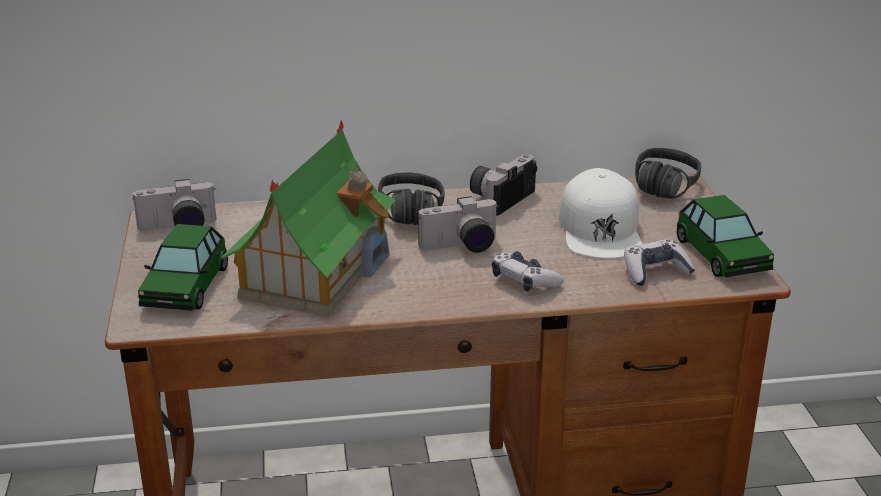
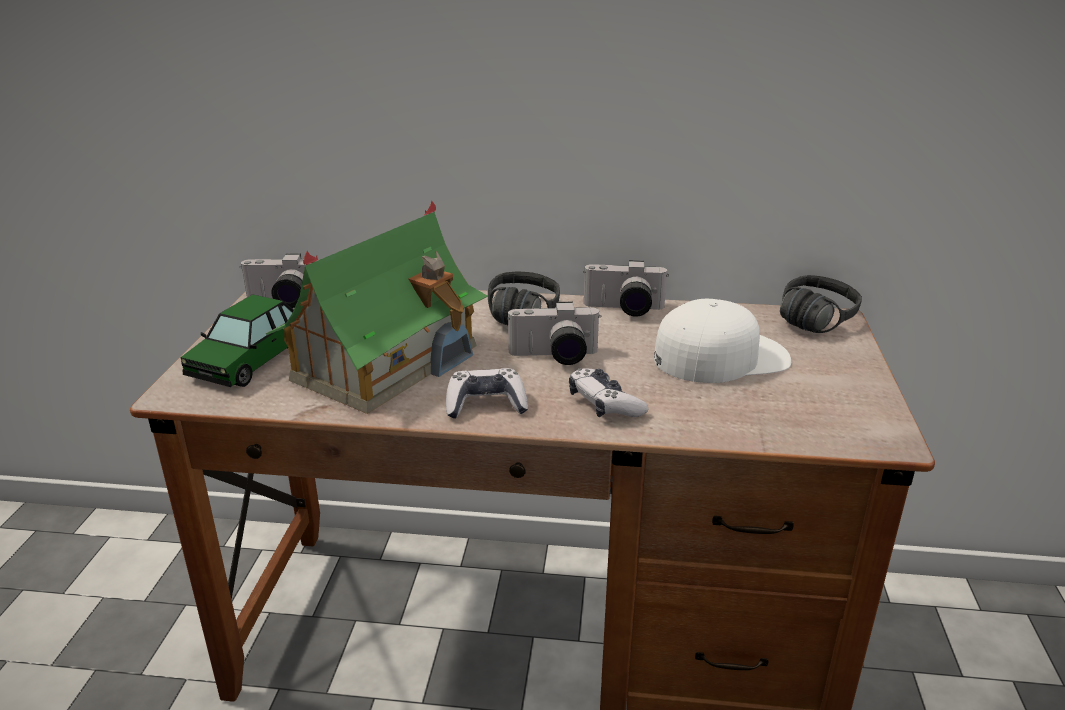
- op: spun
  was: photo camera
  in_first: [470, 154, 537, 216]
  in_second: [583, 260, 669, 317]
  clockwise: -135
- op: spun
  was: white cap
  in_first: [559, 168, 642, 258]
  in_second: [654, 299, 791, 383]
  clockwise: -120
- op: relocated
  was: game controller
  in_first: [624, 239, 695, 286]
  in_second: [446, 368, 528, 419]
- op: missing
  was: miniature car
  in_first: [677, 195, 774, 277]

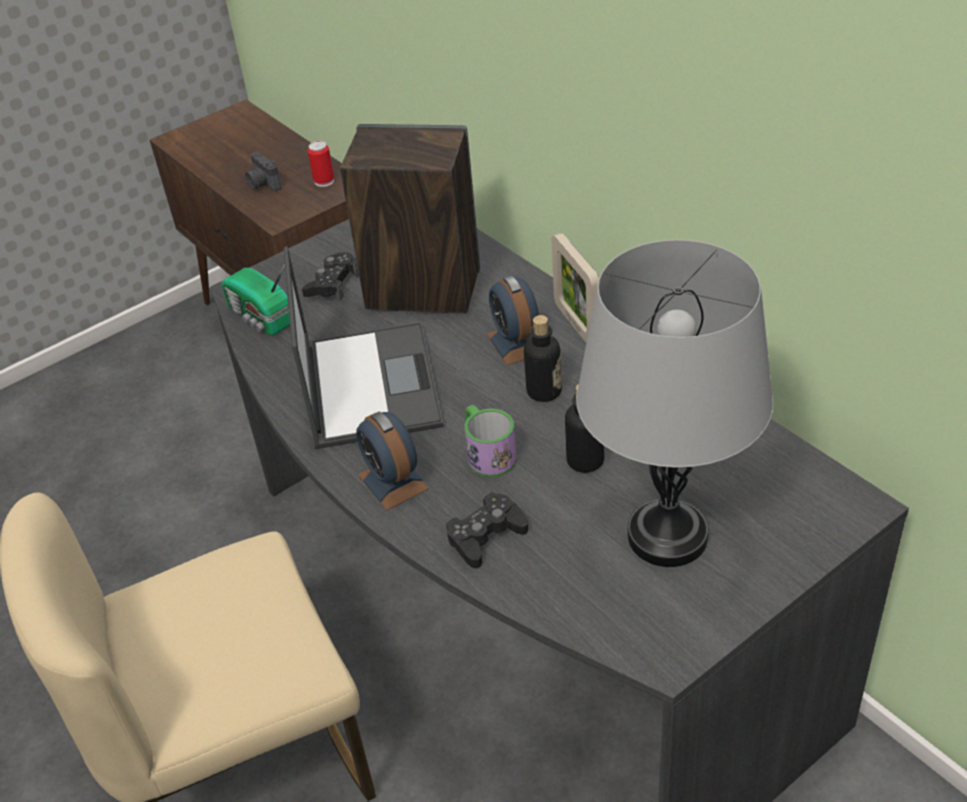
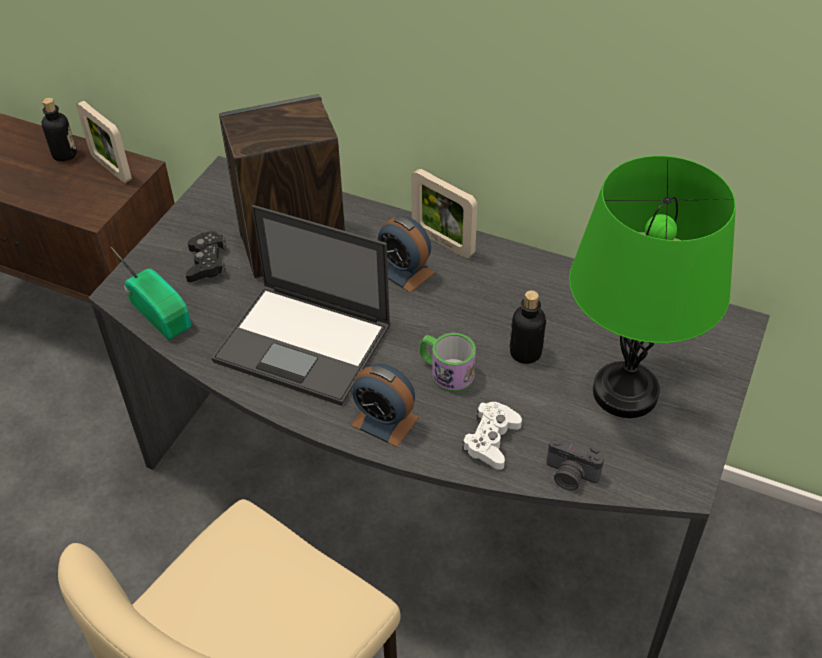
- op: spun
  was: radio receiver
  in_first: [222, 264, 290, 336]
  in_second: [110, 246, 191, 340]
  clockwise: -150
- op: relocated
  was: photo camera
  in_first: [245, 152, 281, 191]
  in_second: [546, 437, 604, 490]
- op: spun
  was: notebook computer
  in_first: [284, 246, 444, 449]
  in_second: [212, 205, 391, 406]
  clockwise: 150
- op: exchanged
  was: can
  now: photo frame
  in_first: [308, 141, 334, 187]
  in_second: [76, 101, 132, 183]
- op: colour
  was: blackish game controller
  now: white game controller
  in_first: [446, 492, 528, 568]
  in_second: [462, 402, 522, 470]
- op: relocated
  was: drink bottle
  in_first: [524, 315, 562, 402]
  in_second: [41, 98, 77, 162]
- op: colour
  was: greyish tabletop lamp
  now: green tabletop lamp
  in_first: [576, 240, 773, 567]
  in_second: [569, 156, 736, 418]

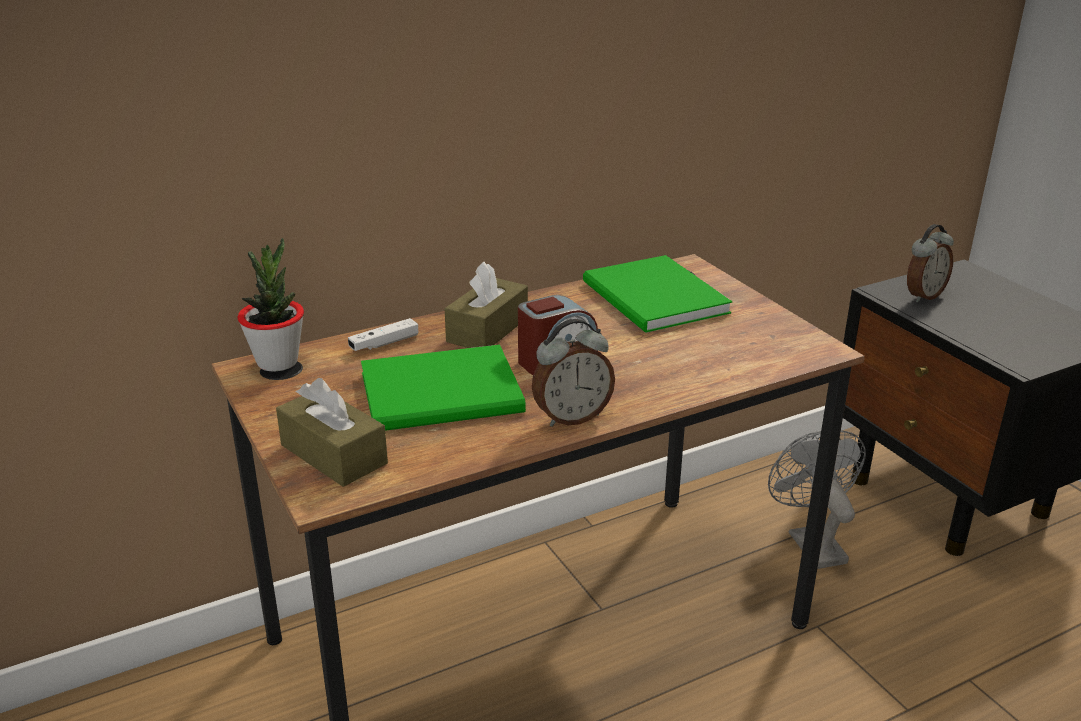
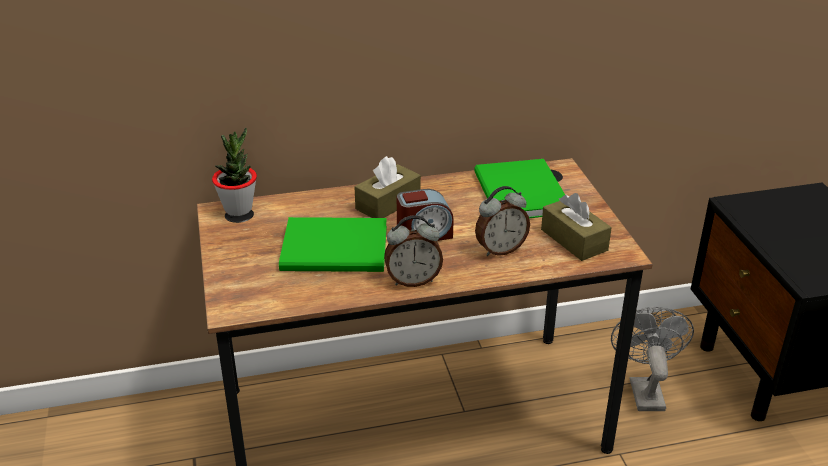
- op: relocated
  was: brownish box of tissues
  in_first: [276, 378, 388, 487]
  in_second: [541, 193, 612, 261]
- op: missing
  was: white game controller
  in_first: [348, 318, 418, 351]
- op: relocated
  was: table clock
  in_first: [907, 224, 954, 302]
  in_second: [475, 186, 530, 256]

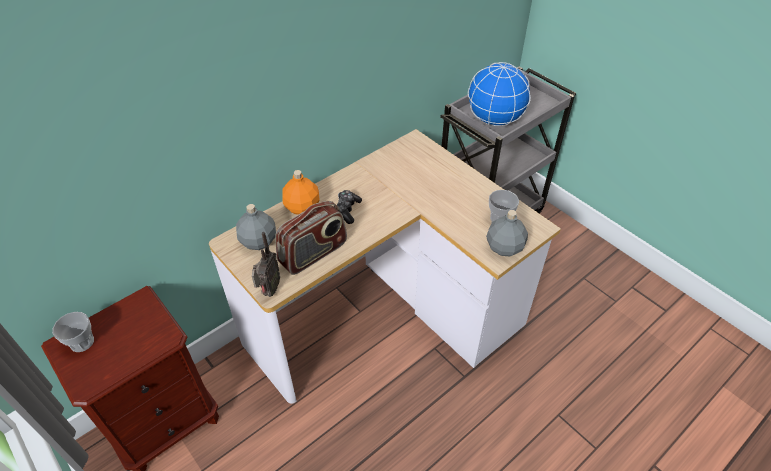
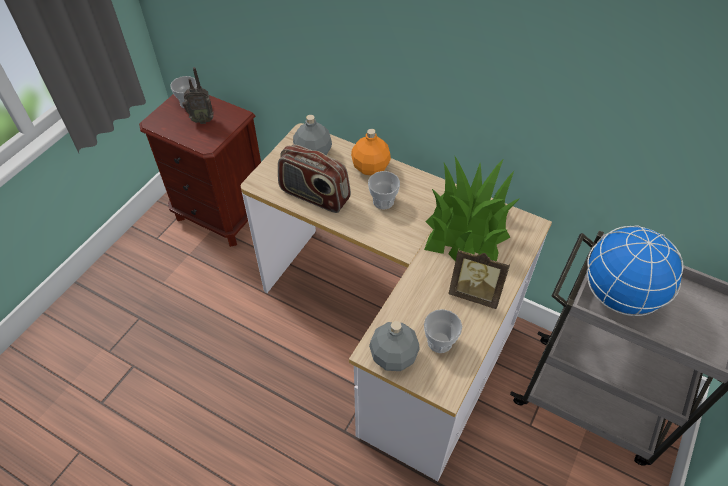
- op: relocated
  was: radio receiver
  in_first: [252, 232, 280, 297]
  in_second: [182, 67, 214, 124]
- op: exchanged
  was: game controller
  now: drinking cup
  in_first: [333, 190, 362, 224]
  in_second: [368, 171, 400, 209]
- op: appeared
  now: houseplant
  in_second: [424, 157, 520, 262]
- op: appeared
  now: photo frame
  in_second: [448, 249, 510, 309]

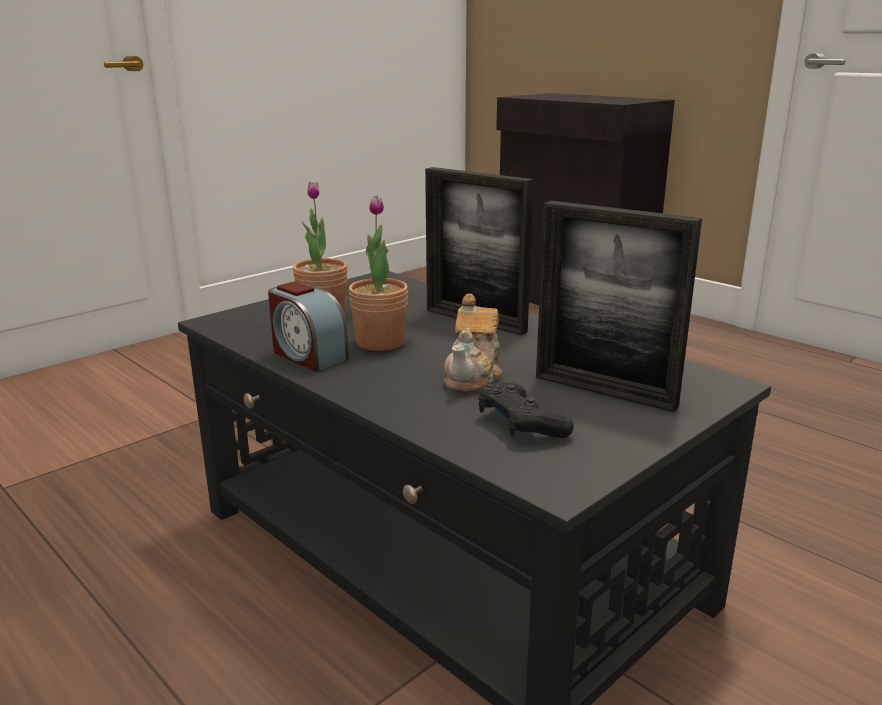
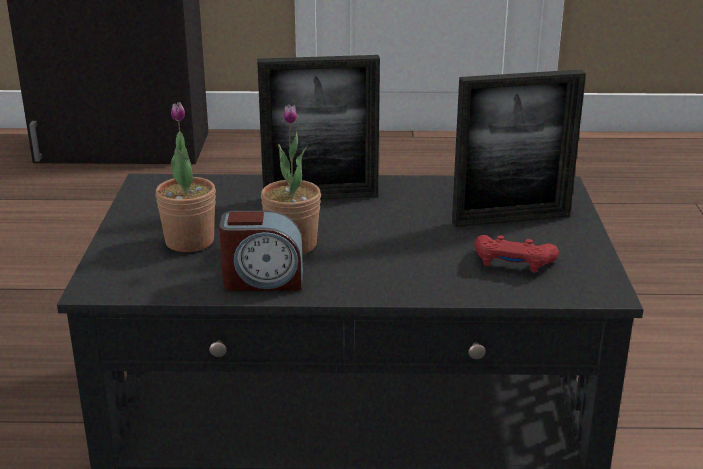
- op: missing
  was: pot for tea
  in_first: [444, 294, 502, 392]
- op: colour
  was: blackish game controller
  now: red-coloured game controller
  in_first: [478, 382, 574, 438]
  in_second: [474, 235, 559, 273]

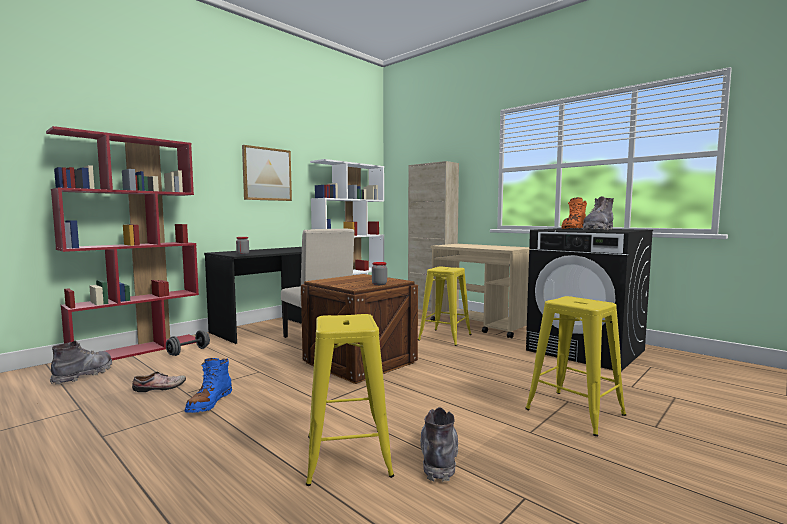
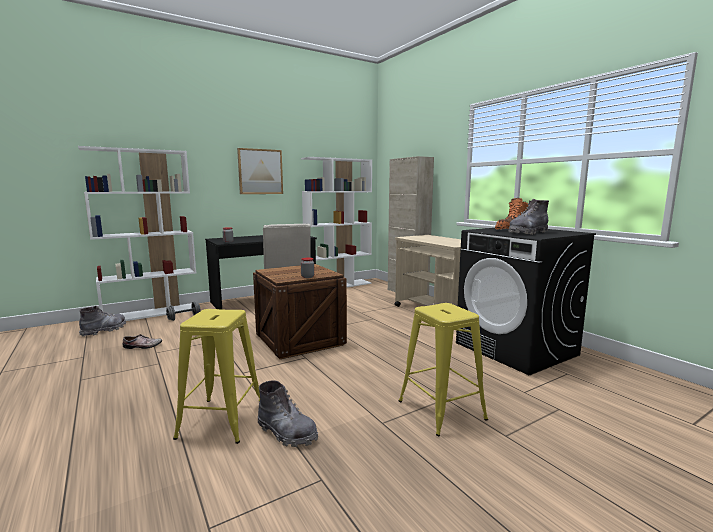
- op: colour
  was: red-coloured bookshelf
  now: white bookshelf
  in_first: [46, 126, 199, 360]
  in_second: [78, 146, 196, 321]
- op: missing
  was: bluish high-top boot
  in_first: [185, 358, 232, 413]
- op: missing
  was: yellow stool seat
  in_first: [418, 267, 472, 346]
- op: spun
  was: greyish high-top boot
  in_first: [420, 407, 459, 482]
  in_second: [258, 381, 318, 447]
  clockwise: 105

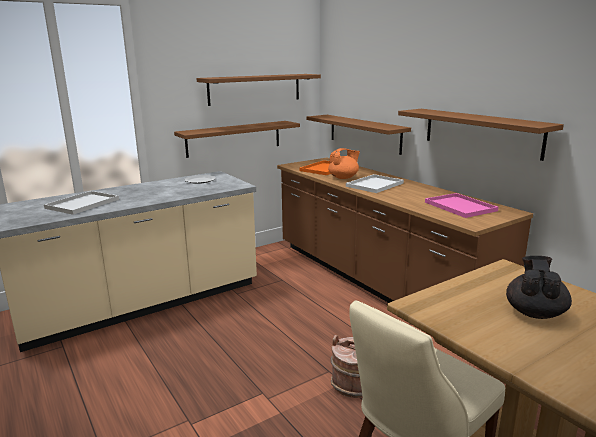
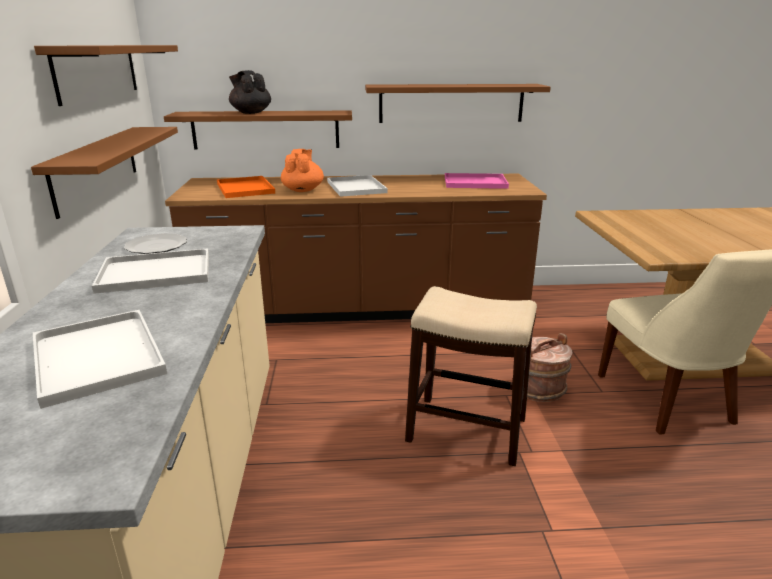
- op: relocated
  was: blackish pot for tea
  in_first: [506, 256, 572, 319]
  in_second: [229, 70, 271, 114]
- op: appeared
  now: white carrying tray
  in_second: [92, 248, 209, 294]
- op: appeared
  now: stool seat
  in_second: [405, 286, 537, 466]

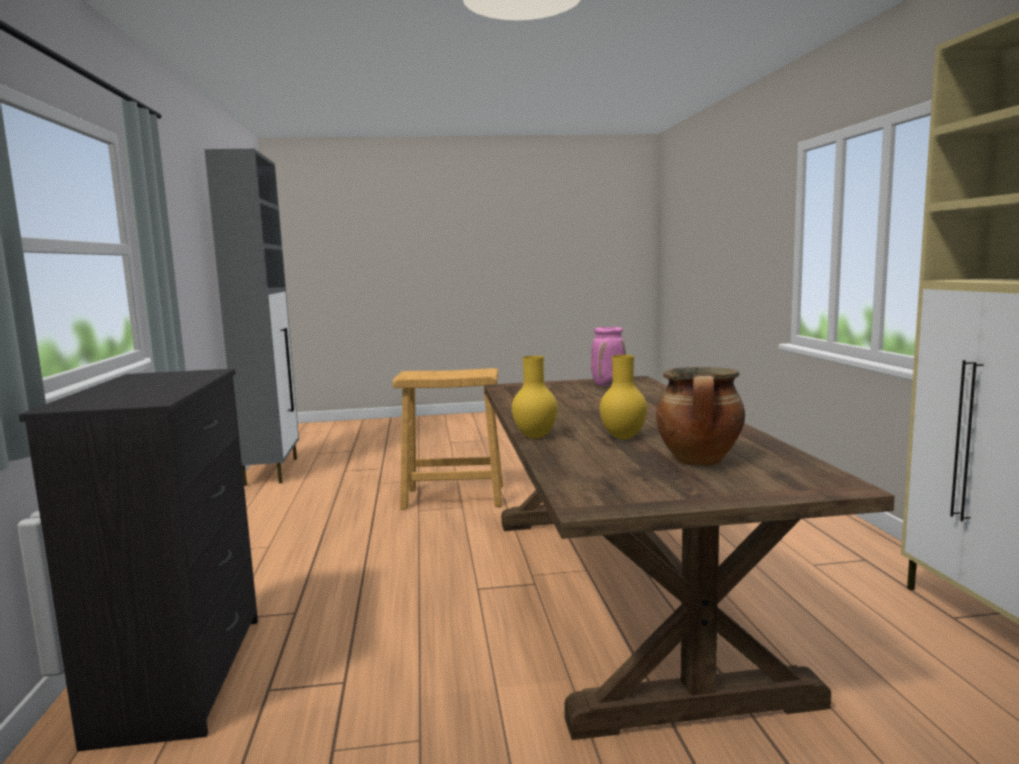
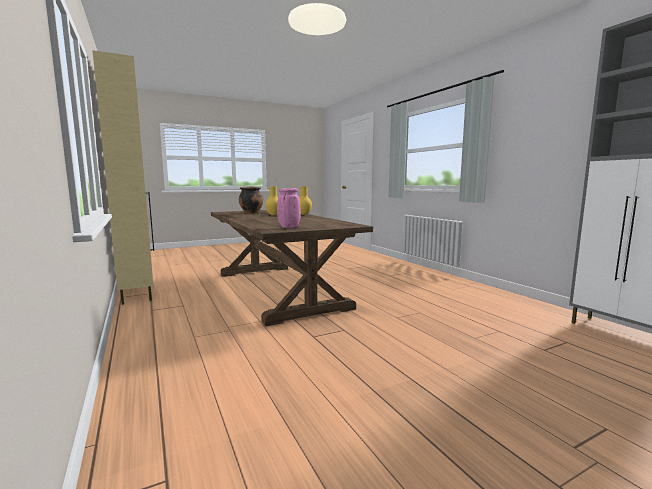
- op: missing
  was: blackish chest of drawers
  in_first: [19, 369, 258, 752]
- op: missing
  was: beige-coloured stool seat
  in_first: [393, 368, 503, 510]

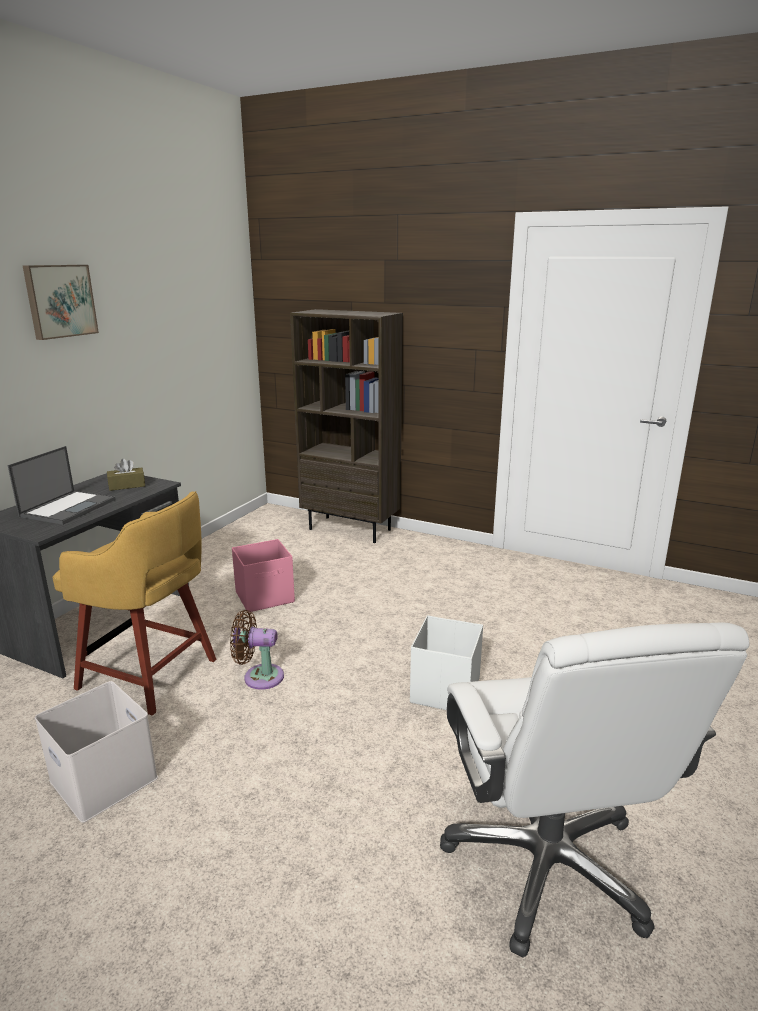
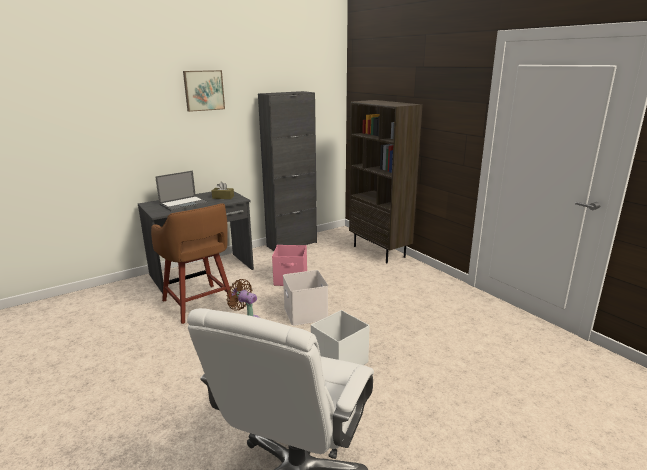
- op: relocated
  was: white storage container
  in_first: [35, 681, 158, 823]
  in_second: [283, 270, 328, 326]
- op: colour
  was: yellow stool seat
  now: brownish stool seat
  in_first: [52, 491, 216, 716]
  in_second: [151, 203, 232, 324]
- op: appeared
  now: blackish cabinet
  in_second: [258, 91, 317, 251]

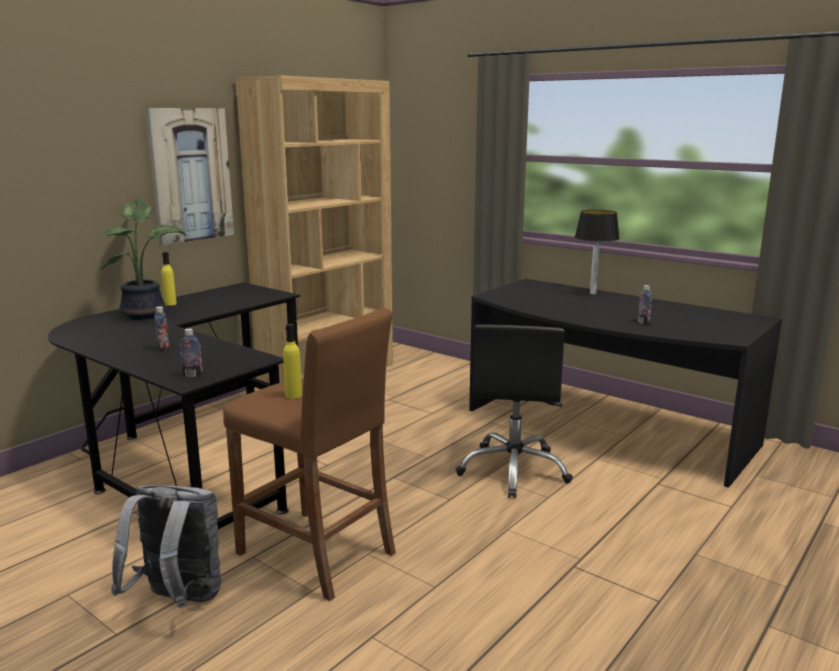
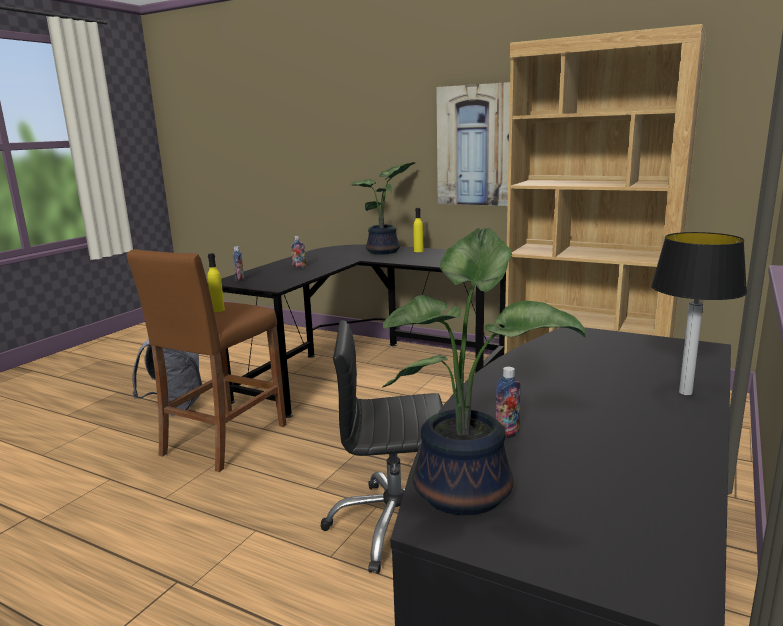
- op: appeared
  now: houseplant
  in_second: [383, 228, 586, 515]

